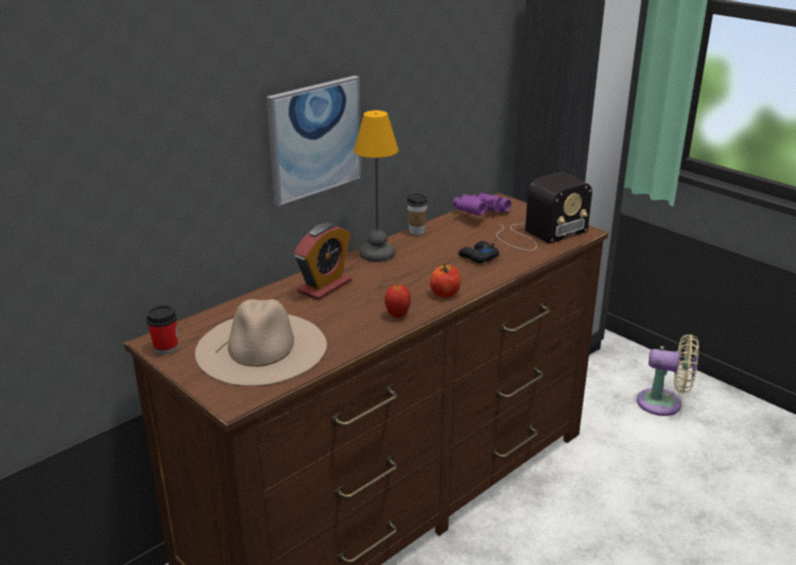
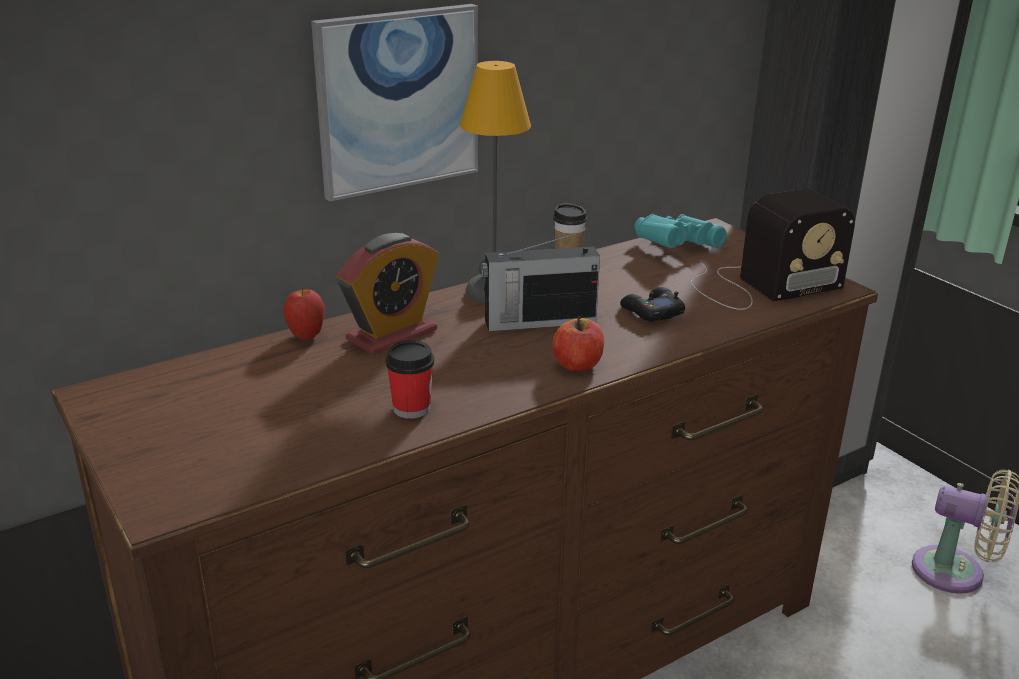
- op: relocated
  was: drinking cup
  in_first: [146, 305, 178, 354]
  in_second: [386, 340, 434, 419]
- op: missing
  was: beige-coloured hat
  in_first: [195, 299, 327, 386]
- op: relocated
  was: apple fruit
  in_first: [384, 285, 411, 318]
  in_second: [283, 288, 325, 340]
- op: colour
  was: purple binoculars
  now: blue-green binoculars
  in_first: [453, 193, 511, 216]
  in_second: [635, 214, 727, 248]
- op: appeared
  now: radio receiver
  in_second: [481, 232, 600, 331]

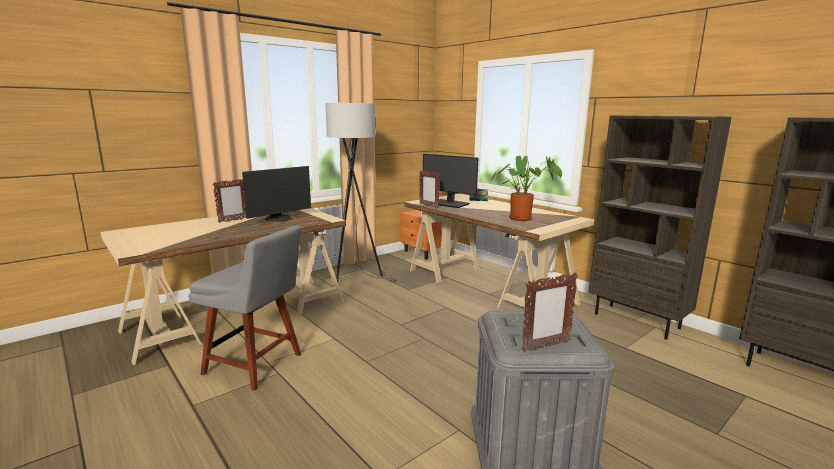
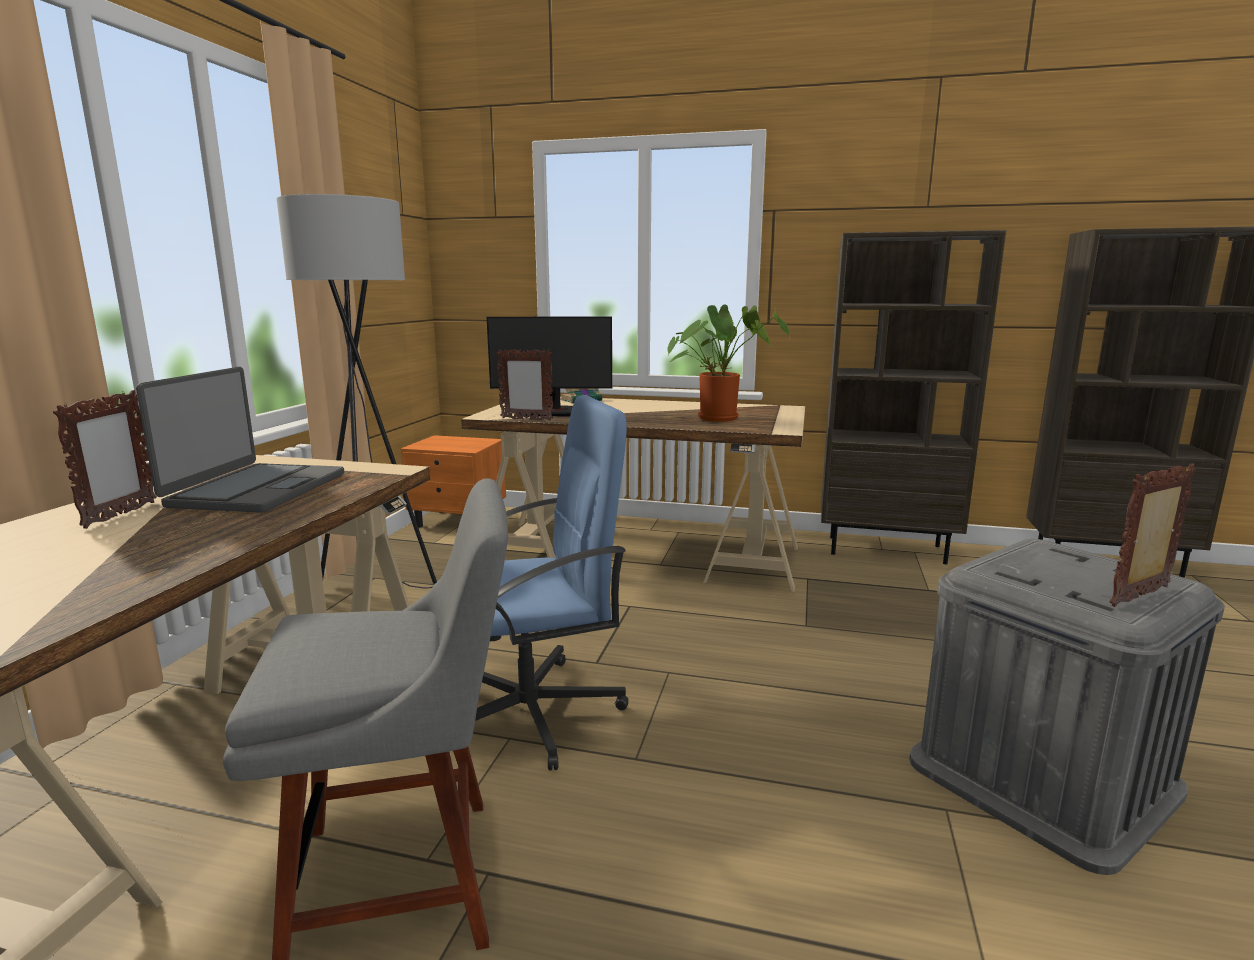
- op: exchanged
  was: monitor
  now: notebook computer
  in_first: [242, 166, 311, 222]
  in_second: [136, 367, 344, 513]
- op: spun
  was: photo frame
  in_first: [522, 272, 578, 352]
  in_second: [1110, 463, 1196, 607]
  clockwise: -150
- op: appeared
  now: bluish office chair
  in_second: [434, 395, 628, 771]

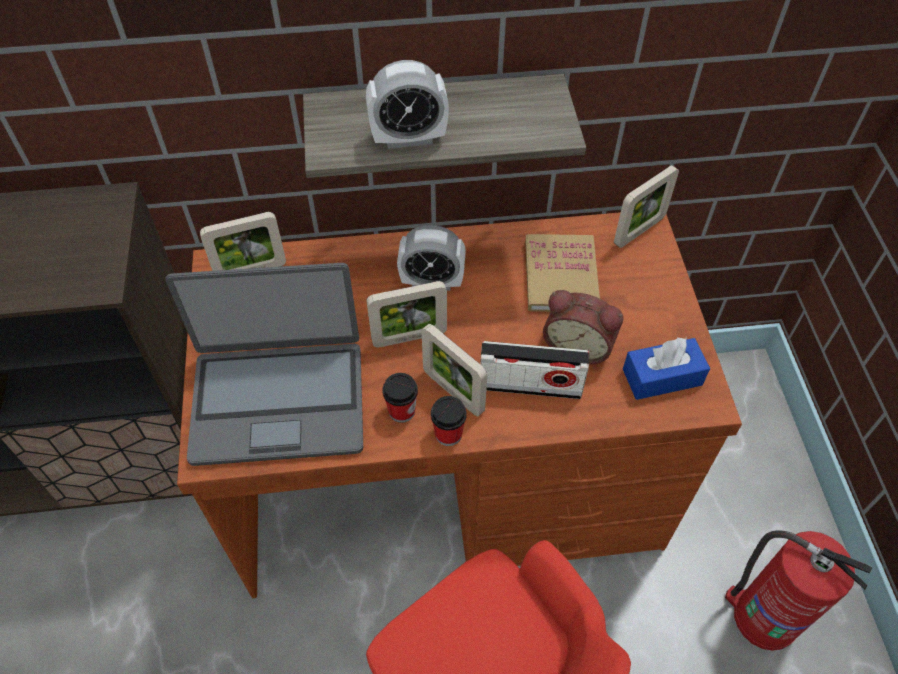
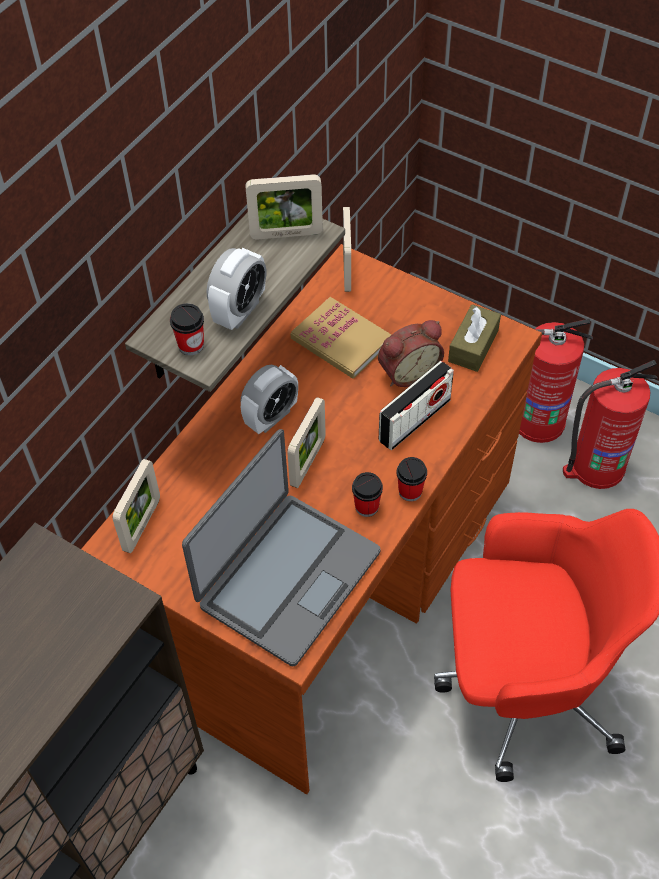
- op: relocated
  was: photo frame
  in_first: [421, 324, 487, 416]
  in_second: [245, 174, 323, 239]
- op: colour
  was: bluish box of tissues
  now: brownish box of tissues
  in_first: [623, 337, 710, 400]
  in_second: [448, 304, 501, 372]
- op: appeared
  now: drinking cup
  in_second: [170, 303, 204, 355]
- op: appeared
  now: fire-fighting cylinder
  in_second: [519, 319, 593, 443]

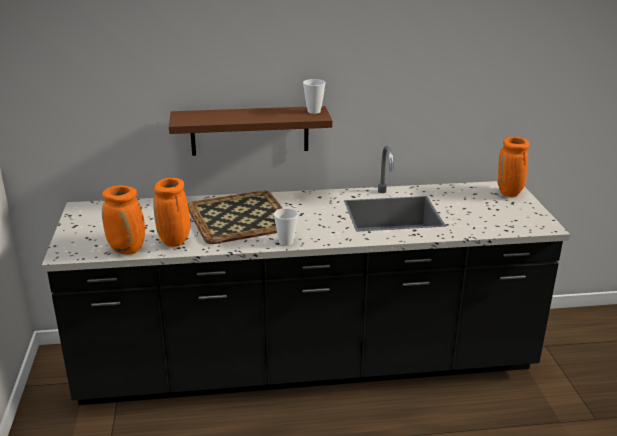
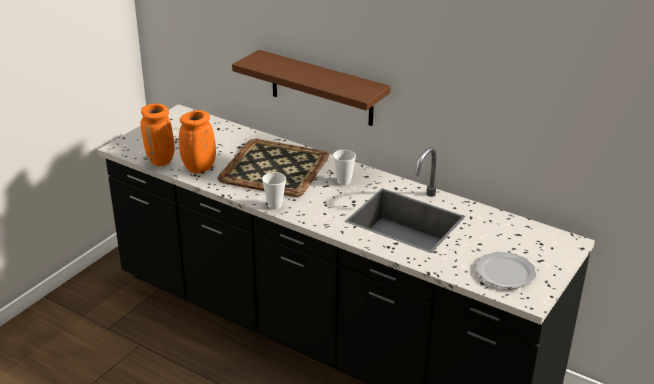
- op: relocated
  was: drinking cup
  in_first: [303, 79, 326, 114]
  in_second: [333, 150, 356, 185]
- op: missing
  was: orange decorative vase
  in_first: [498, 137, 530, 197]
- op: appeared
  now: plate
  in_second: [476, 252, 537, 288]

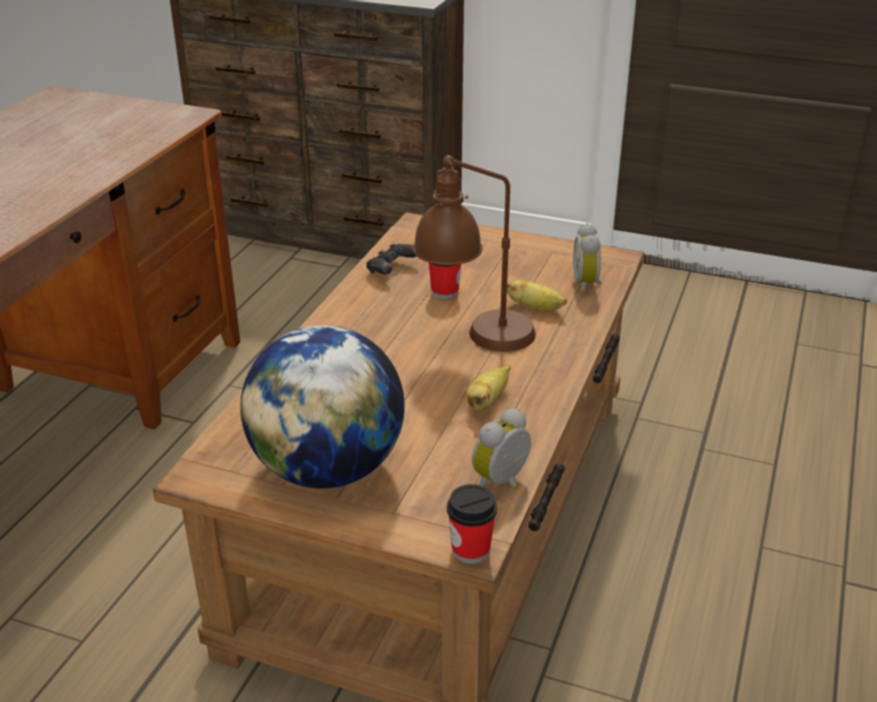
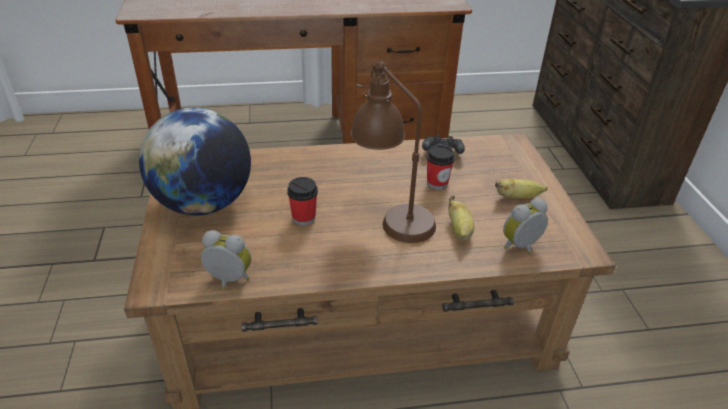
- op: relocated
  was: drinking cup
  in_first: [447, 484, 497, 564]
  in_second: [287, 177, 318, 226]
- op: relocated
  was: whole banana
  in_first: [466, 365, 511, 411]
  in_second: [495, 179, 548, 198]

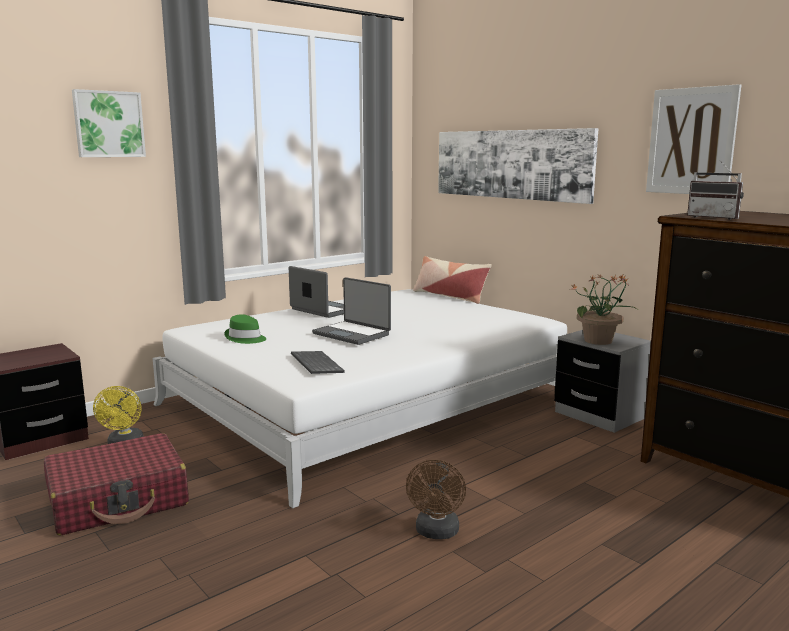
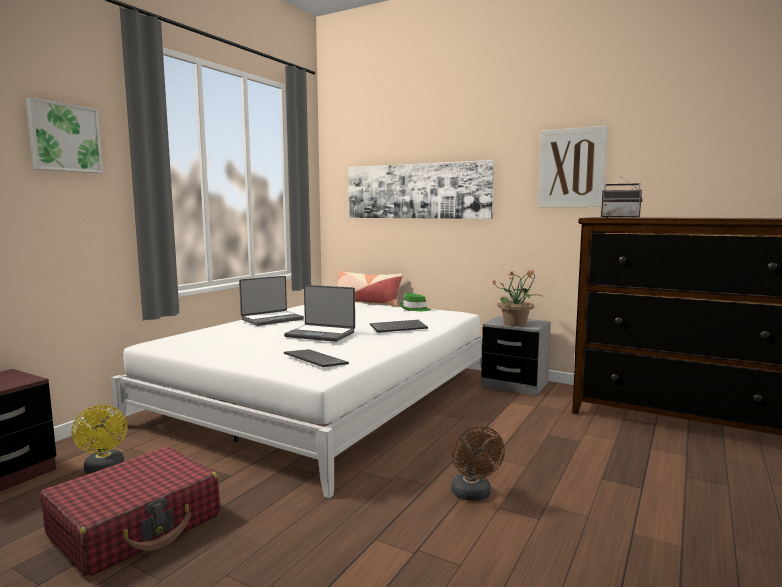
- op: relocated
  was: green hat
  in_first: [224, 314, 266, 344]
  in_second: [400, 293, 431, 311]
- op: spun
  was: notebook computer
  in_first: [289, 266, 344, 318]
  in_second: [239, 276, 304, 326]
  clockwise: 120
- op: appeared
  now: keyboard
  in_second: [370, 320, 428, 333]

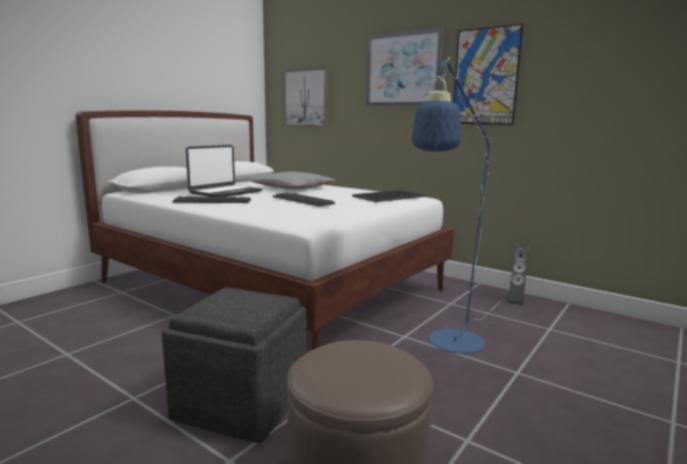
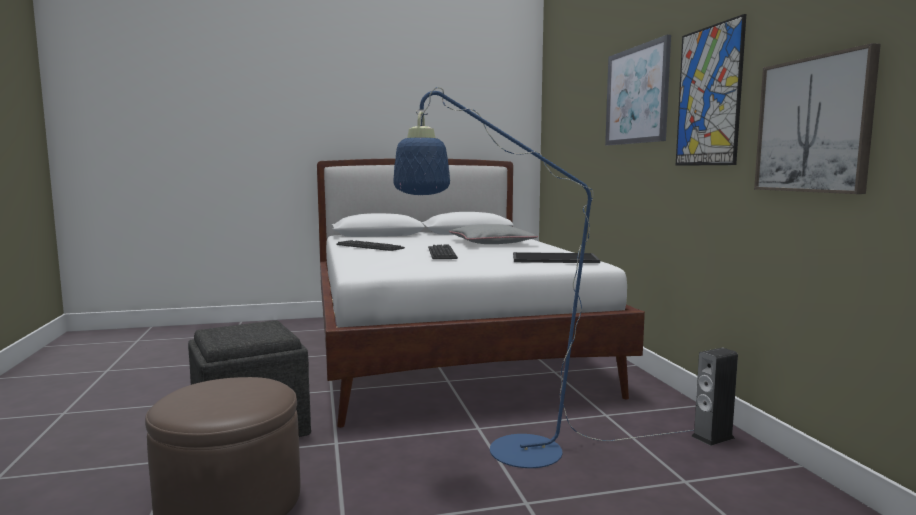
- op: missing
  was: notebook computer
  in_first: [186, 145, 262, 197]
- op: relocated
  was: picture
  in_first: [284, 68, 328, 127]
  in_second: [754, 43, 881, 194]

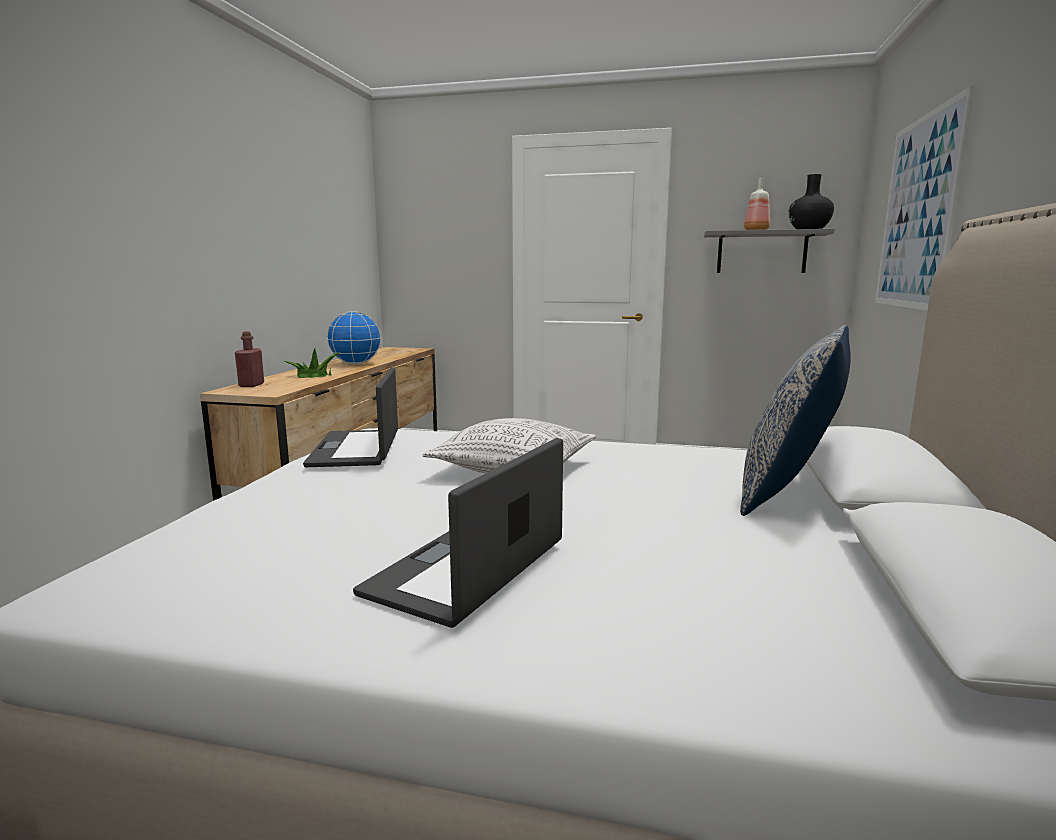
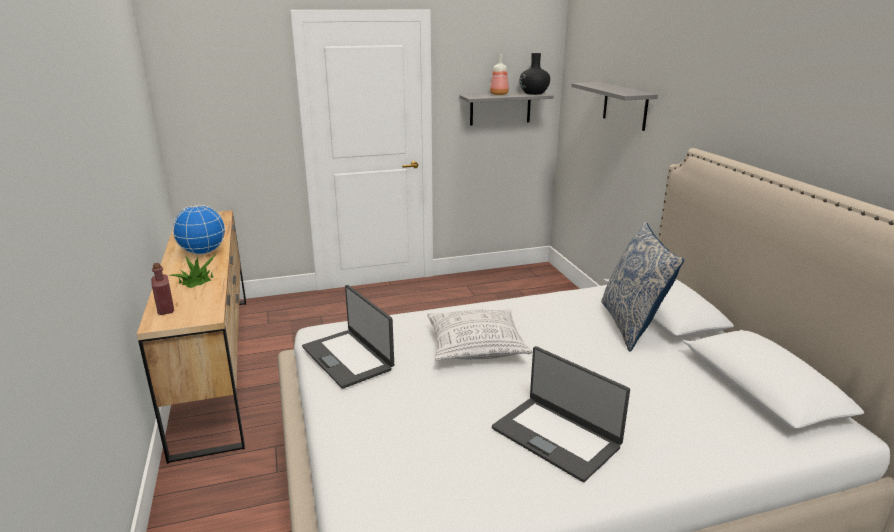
- op: spun
  was: notebook computer
  in_first: [353, 438, 563, 628]
  in_second: [492, 346, 630, 482]
  clockwise: -45
- op: exchanged
  was: picture
  now: greyish wall shelf
  in_first: [875, 85, 975, 310]
  in_second: [571, 82, 658, 131]

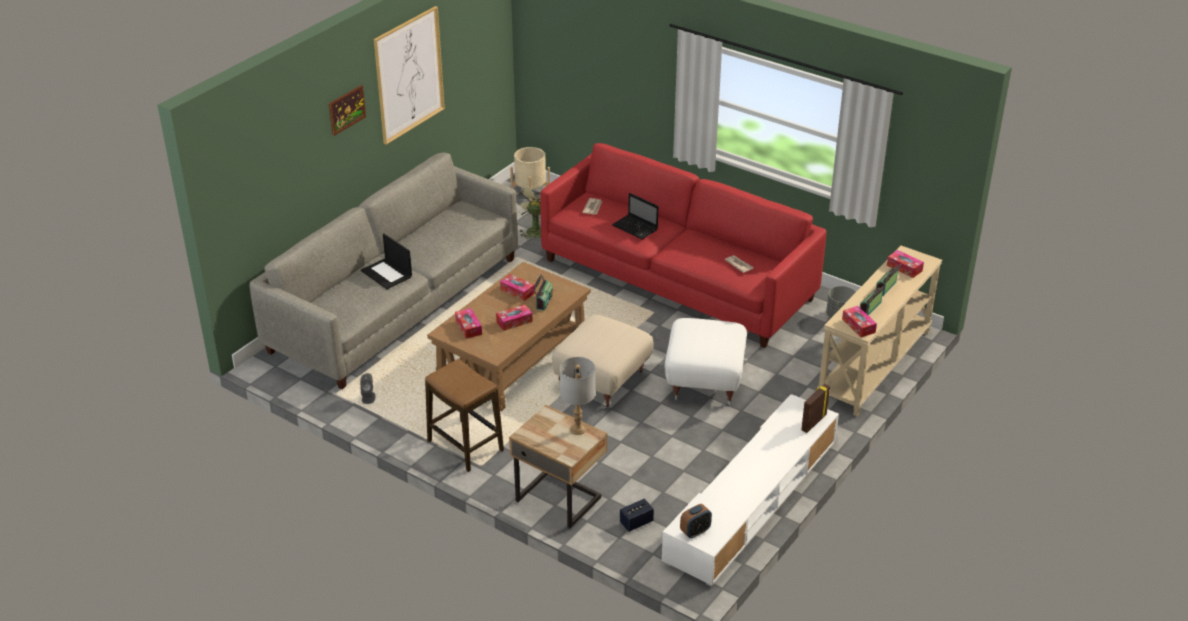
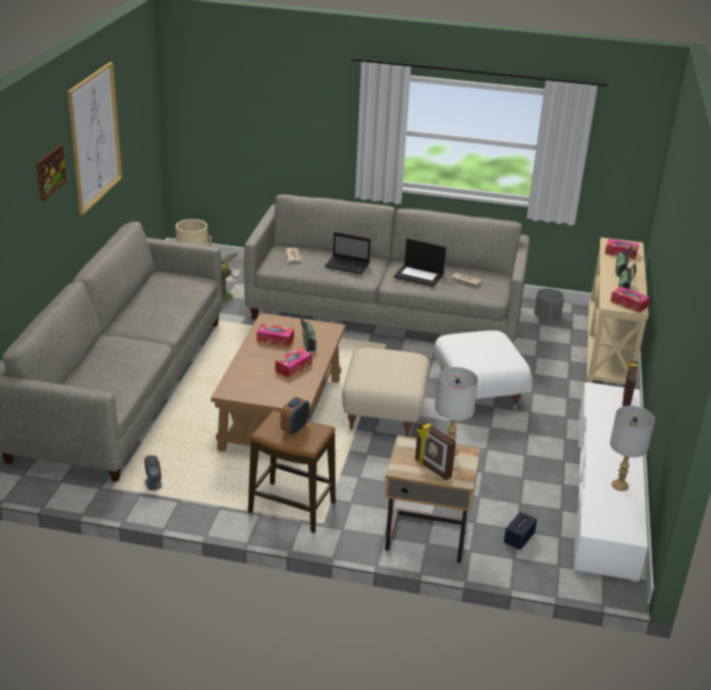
- op: relocated
  was: notebook computer
  in_first: [361, 233, 412, 289]
  in_second: [394, 238, 446, 287]
- op: missing
  was: box of tissues
  in_first: [455, 308, 482, 339]
- op: colour
  was: red-coloured settee
  now: greyish settee
  in_first: [540, 143, 826, 348]
  in_second: [244, 194, 530, 343]
- op: relocated
  was: table clock
  in_first: [680, 504, 712, 538]
  in_second: [280, 397, 310, 435]
- op: appeared
  now: photo frame
  in_second: [415, 421, 456, 480]
- op: appeared
  now: greyish tabletop lamp
  in_second: [610, 406, 655, 491]

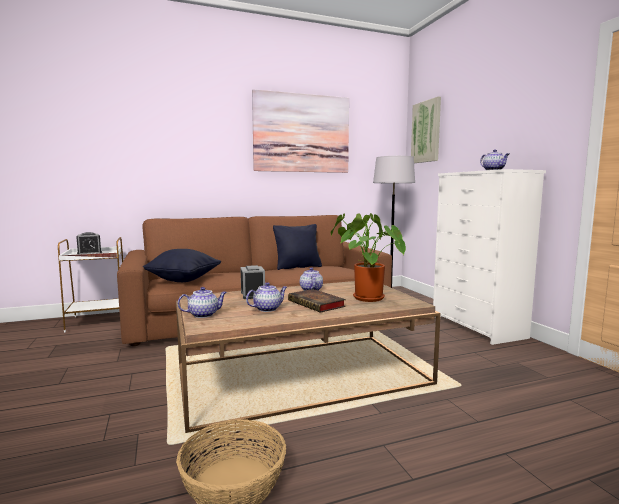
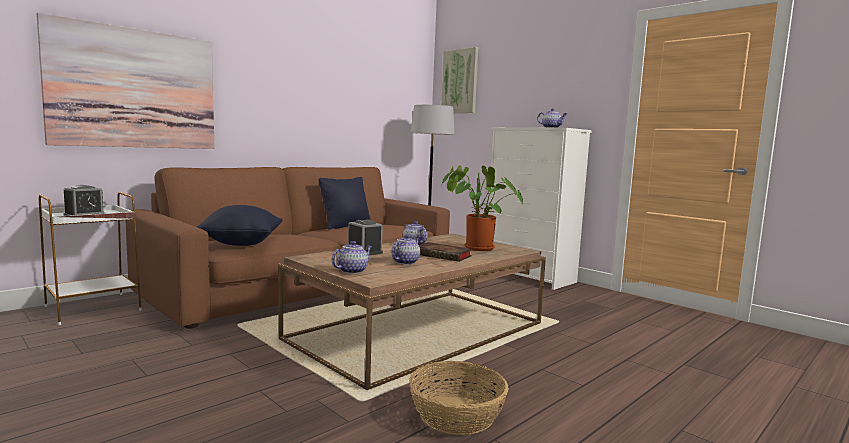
- op: relocated
  was: picture
  in_first: [252, 89, 349, 173]
  in_second: [36, 13, 214, 149]

